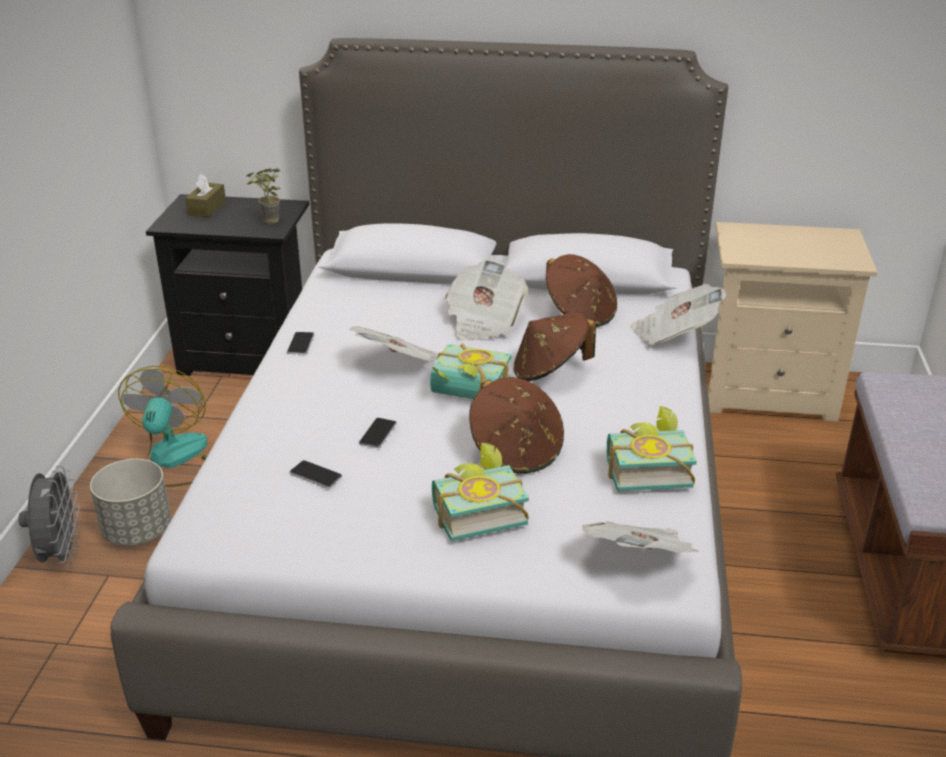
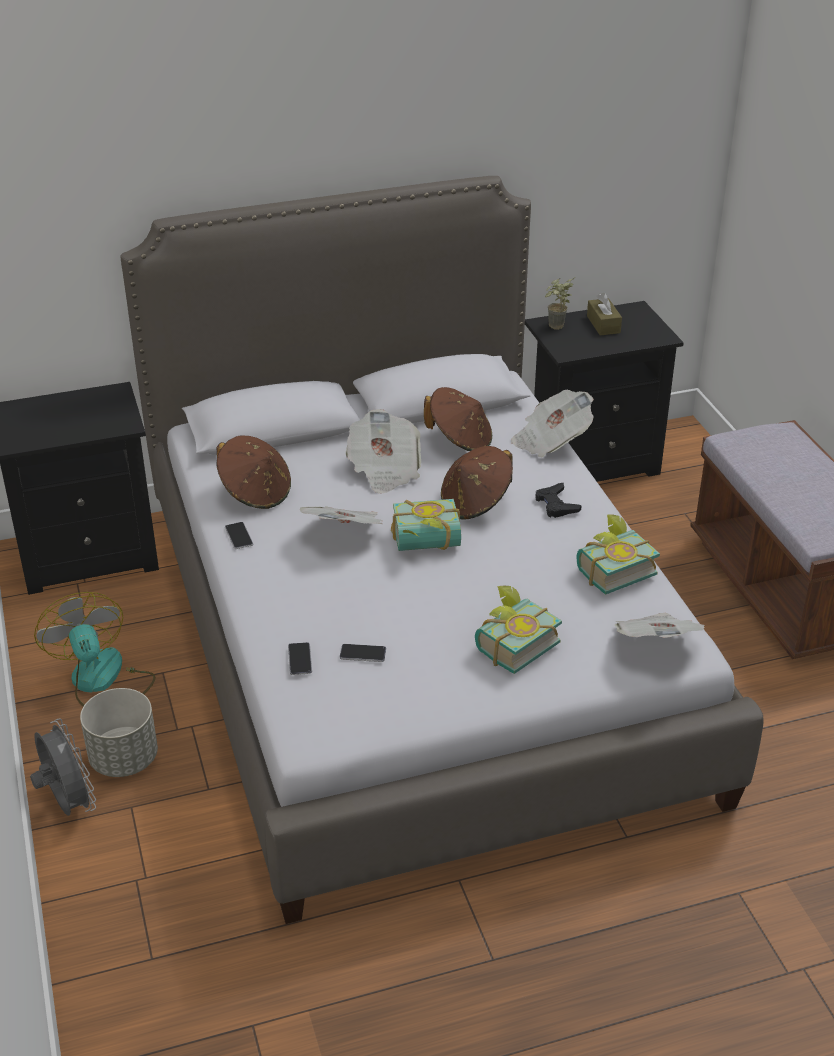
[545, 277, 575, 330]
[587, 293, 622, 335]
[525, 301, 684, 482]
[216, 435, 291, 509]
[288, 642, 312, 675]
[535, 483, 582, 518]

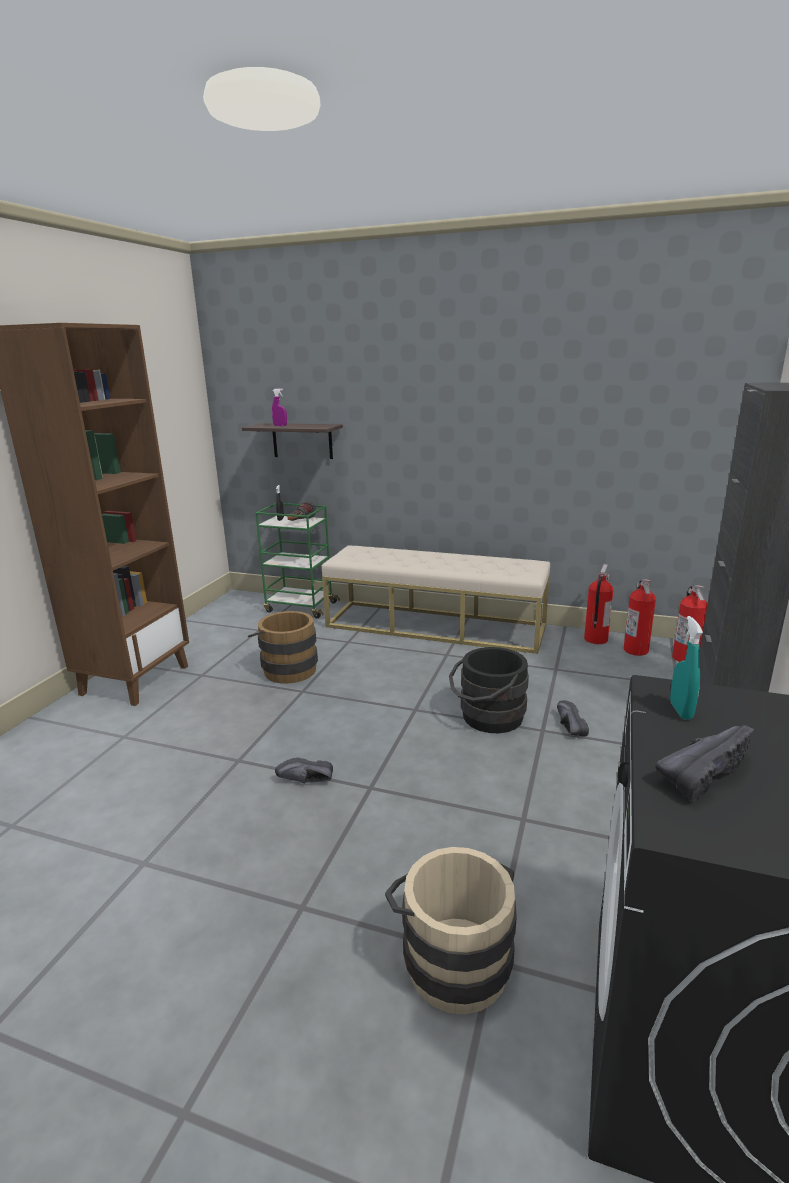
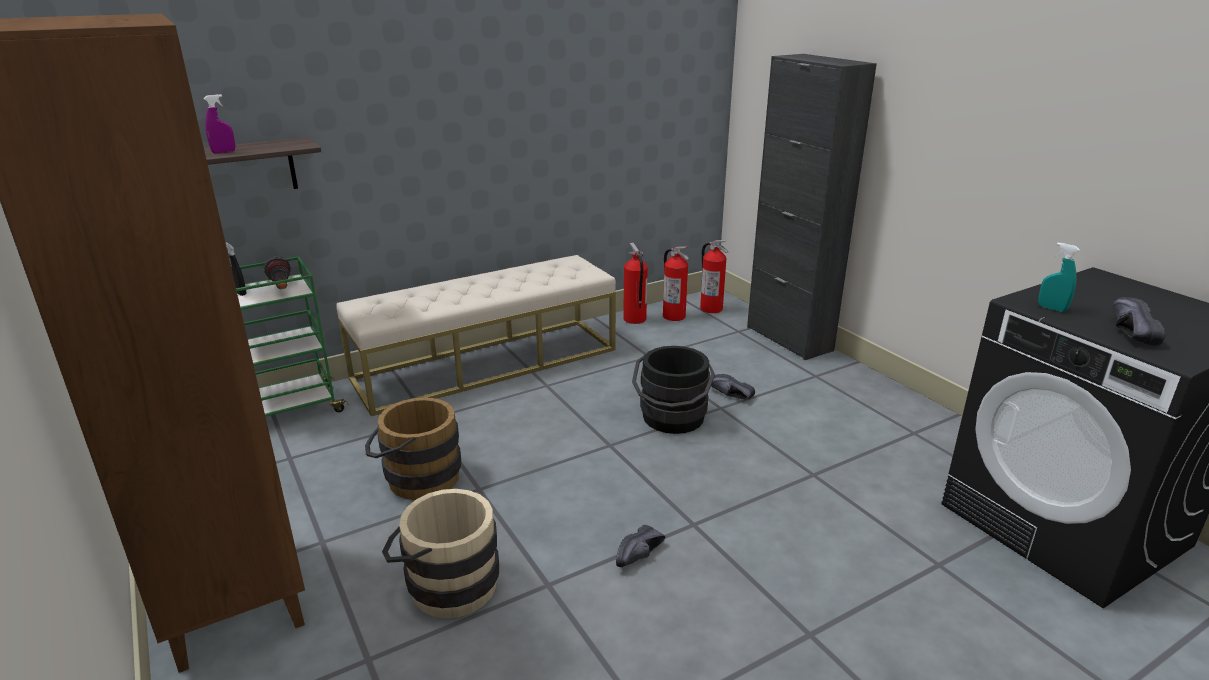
[382, 489, 499, 618]

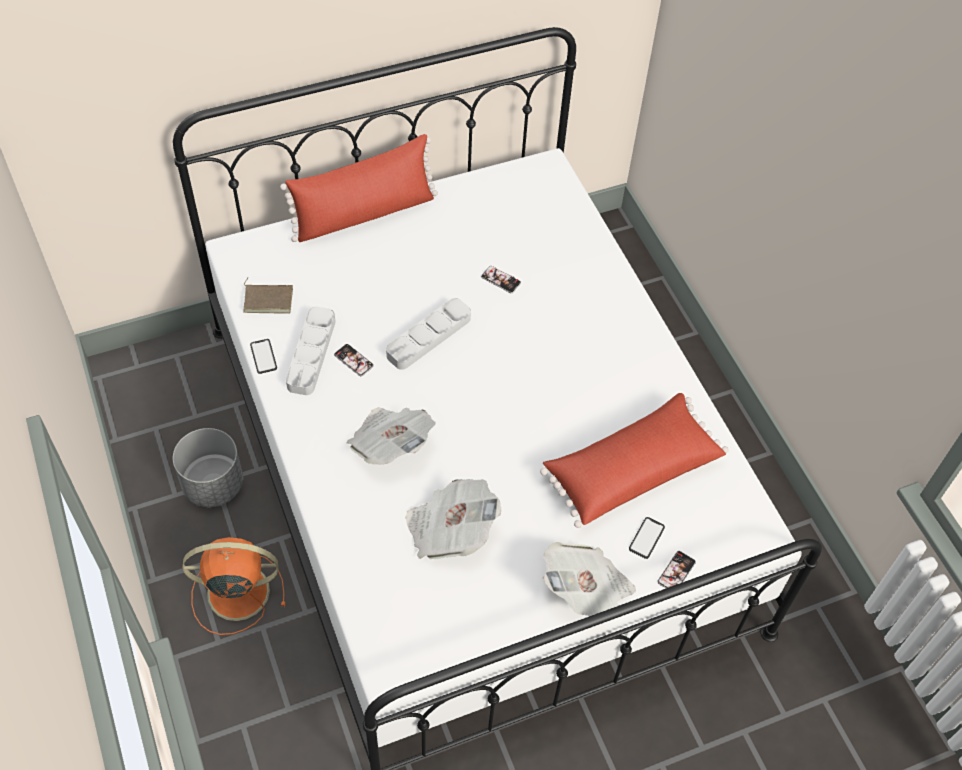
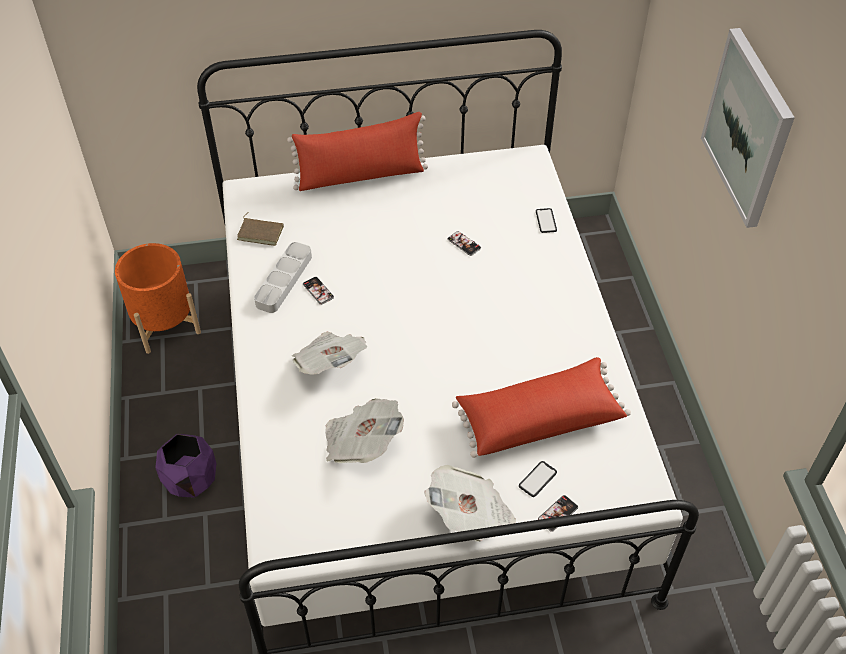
[386, 298, 471, 370] (first image)
[536, 208, 557, 233]
[173, 428, 243, 507] (first image)
[155, 434, 217, 498]
[701, 28, 795, 228]
[115, 243, 201, 354]

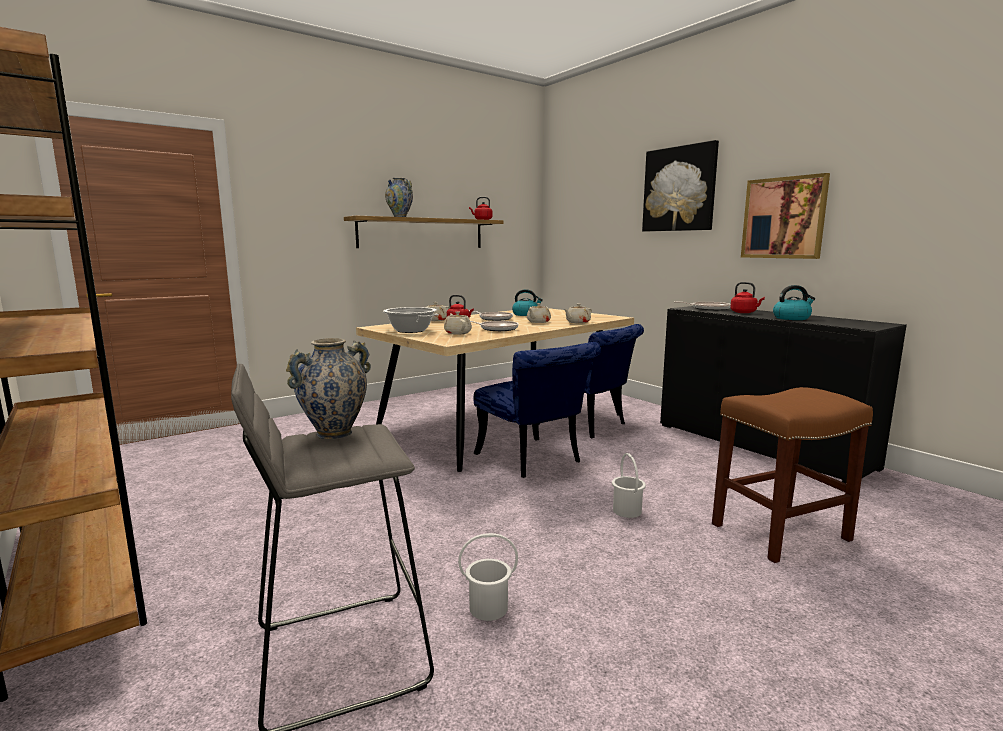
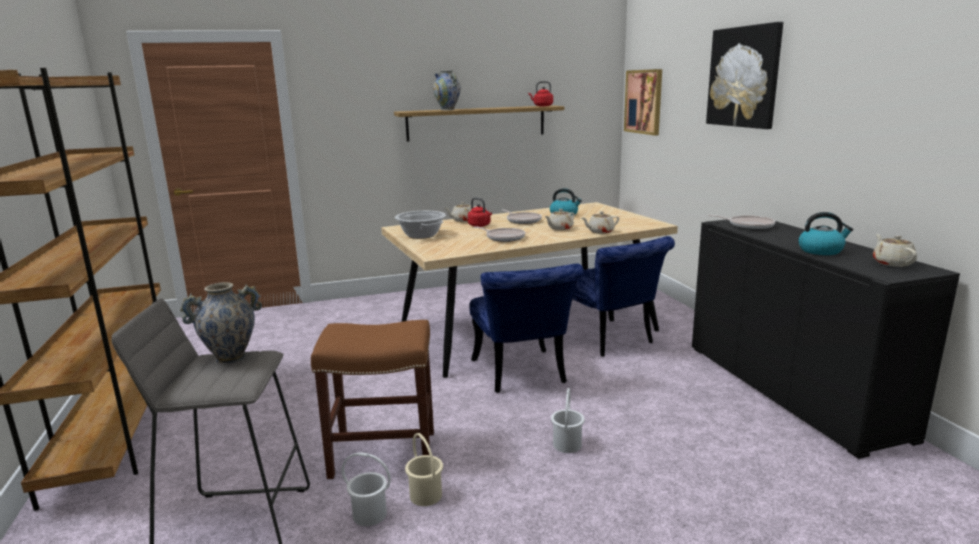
[624, 69, 662, 136]
[730, 282, 765, 313] (first image)
[873, 234, 917, 267]
[311, 320, 434, 479]
[405, 433, 443, 506]

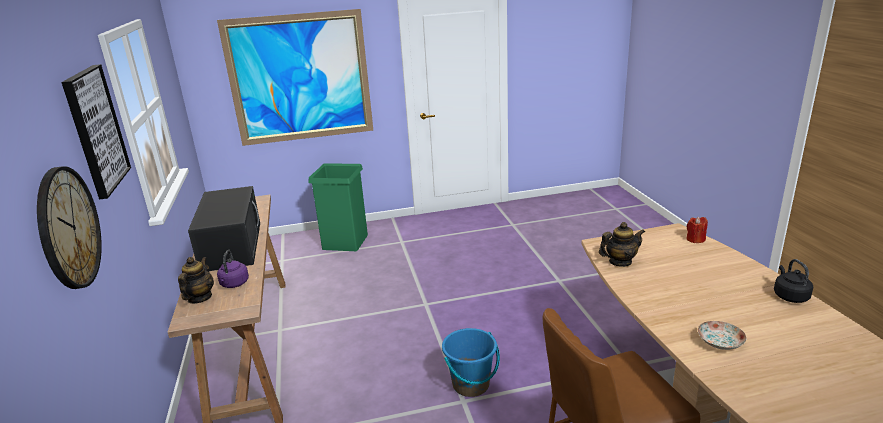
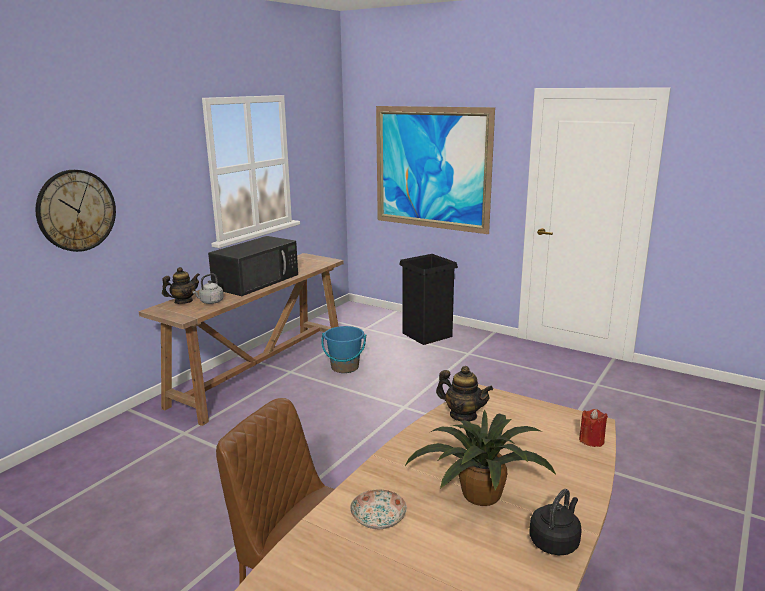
[61, 64, 131, 200] (first image)
[399, 254, 458, 345]
[192, 273, 224, 304]
[321, 326, 366, 373]
[404, 409, 556, 506]

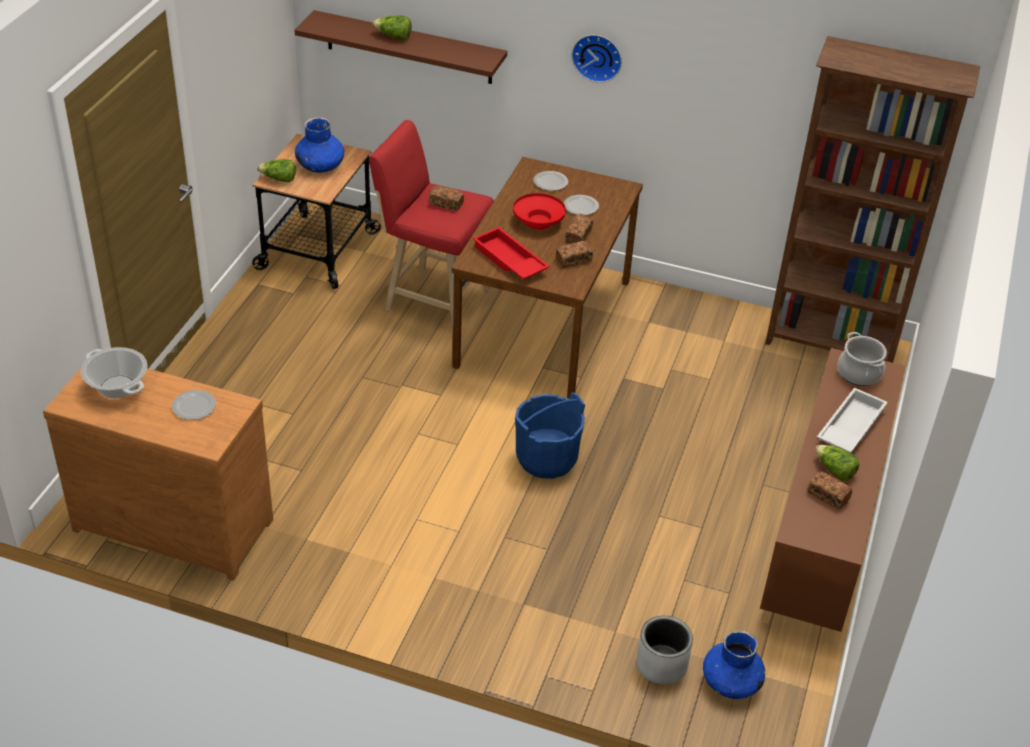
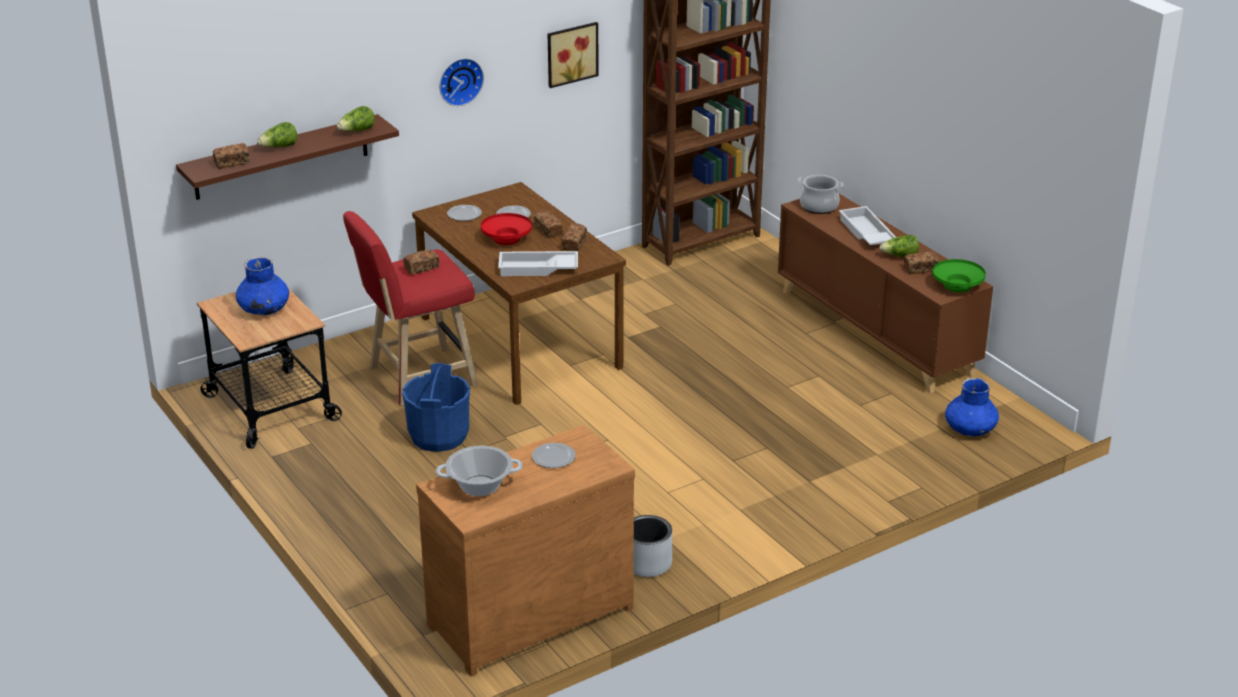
[337, 106, 375, 131]
[498, 251, 578, 276]
[402, 363, 470, 452]
[633, 515, 672, 577]
[548, 22, 599, 88]
[213, 143, 250, 169]
[933, 259, 986, 293]

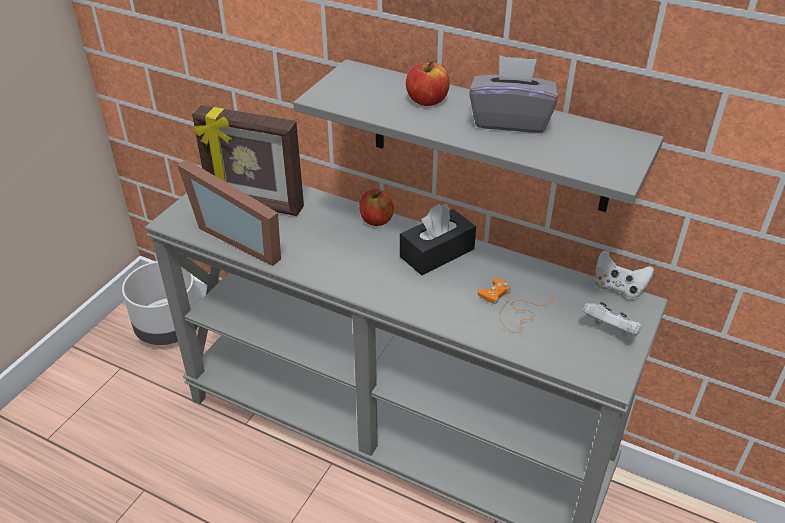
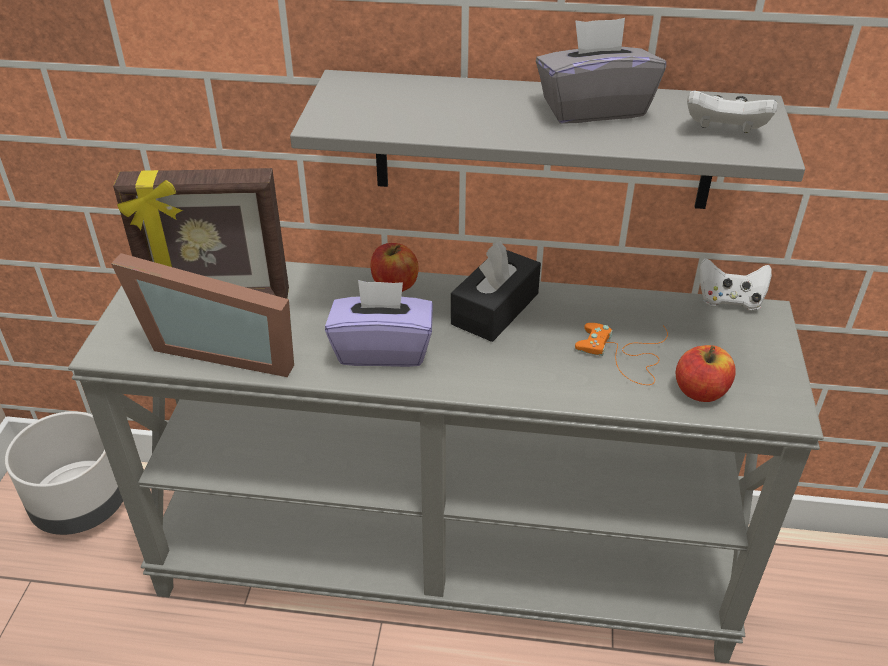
[675, 345, 736, 402]
[687, 90, 778, 133]
[325, 280, 433, 367]

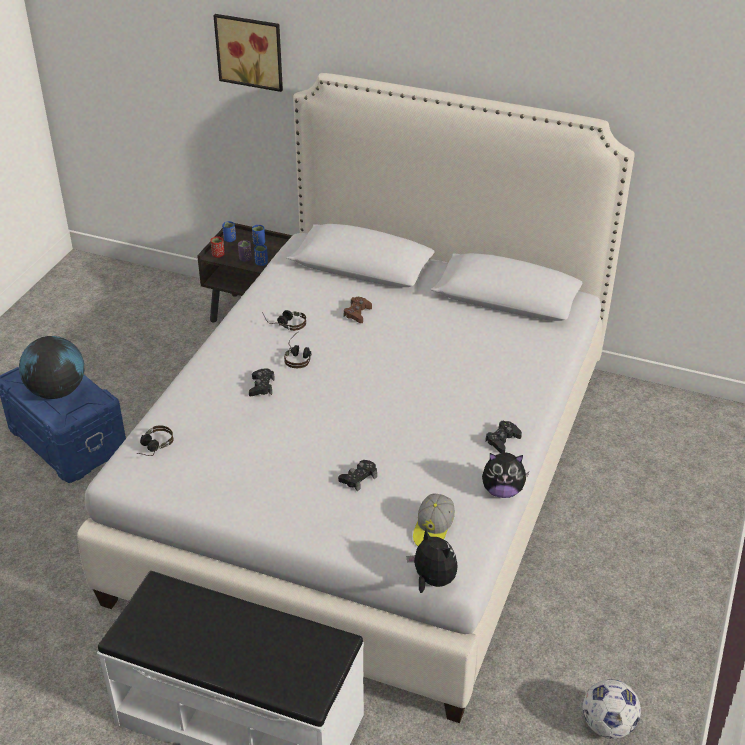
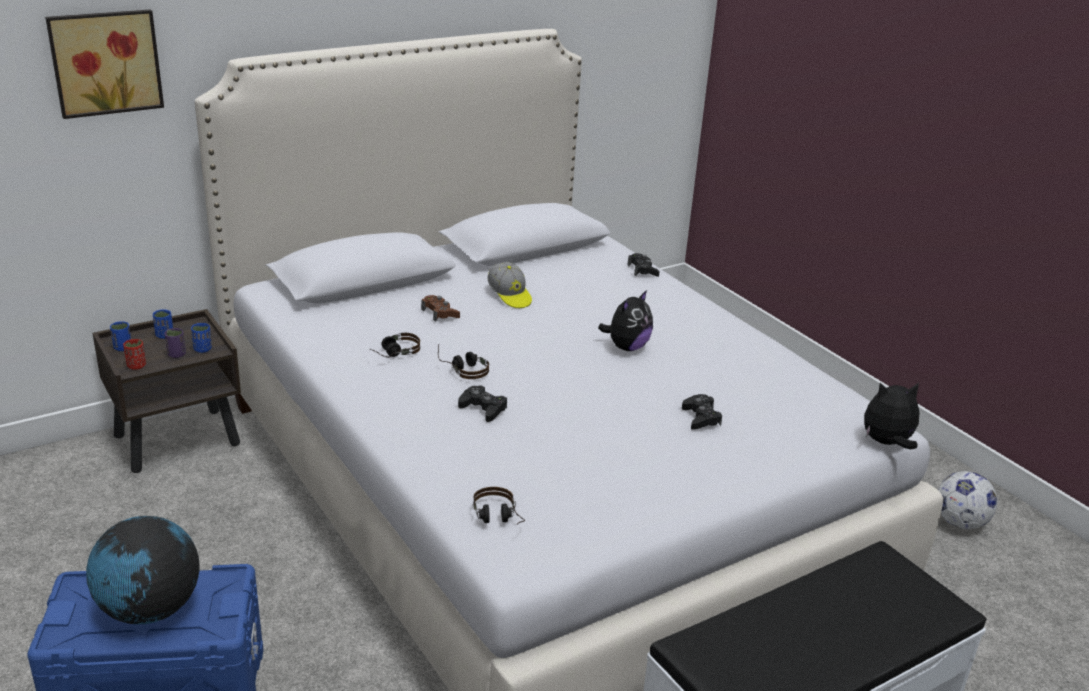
[628, 253, 660, 277]
[598, 290, 653, 351]
[487, 262, 532, 308]

